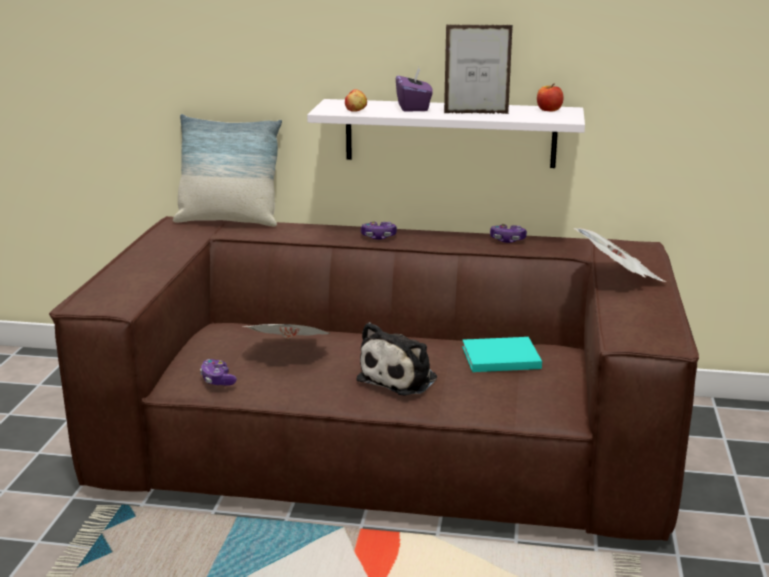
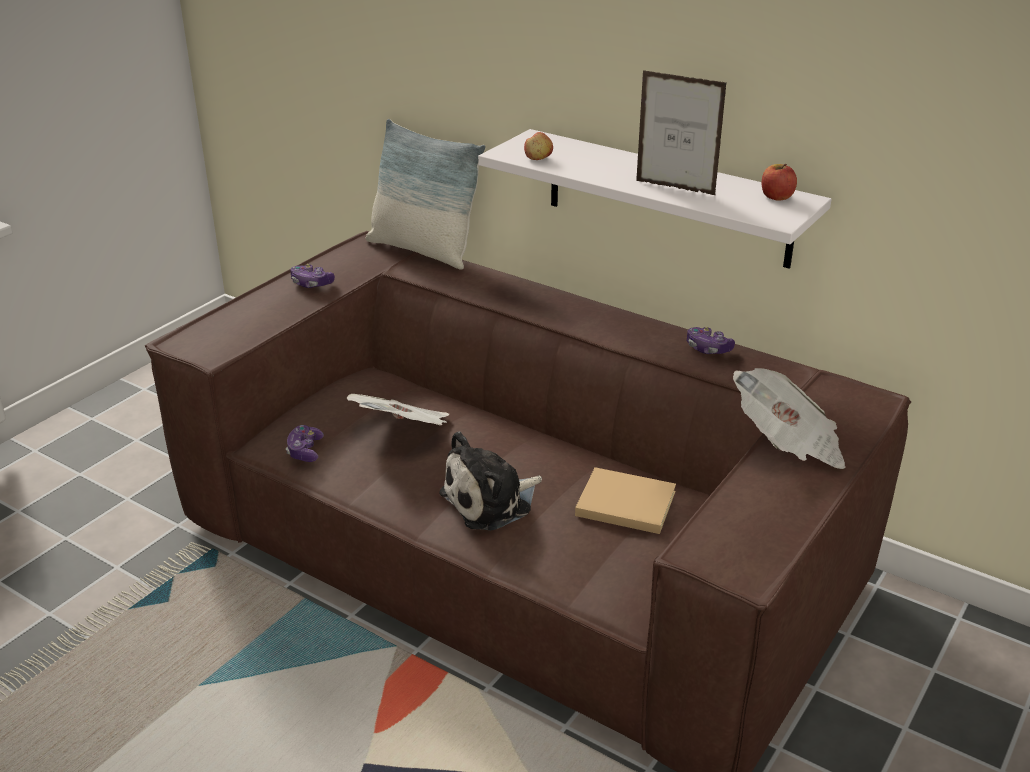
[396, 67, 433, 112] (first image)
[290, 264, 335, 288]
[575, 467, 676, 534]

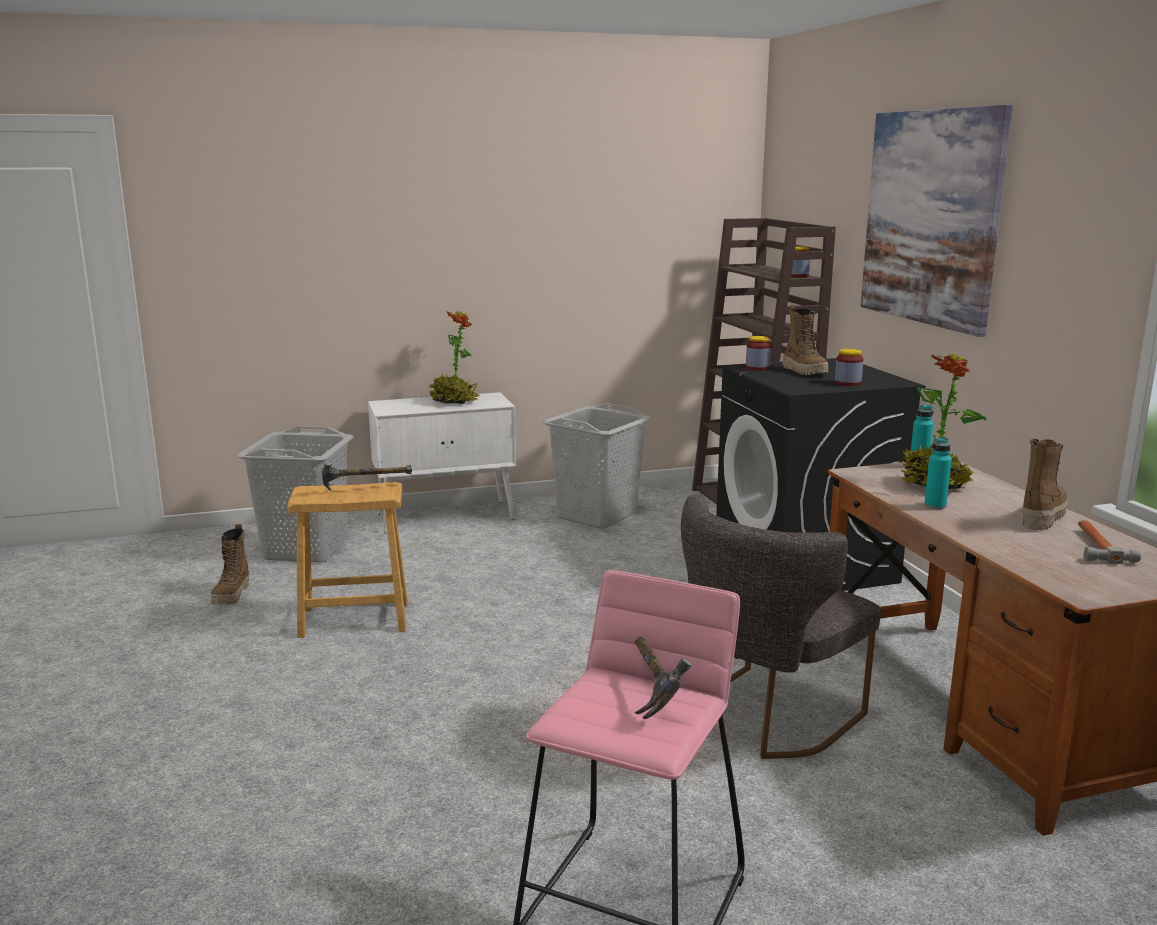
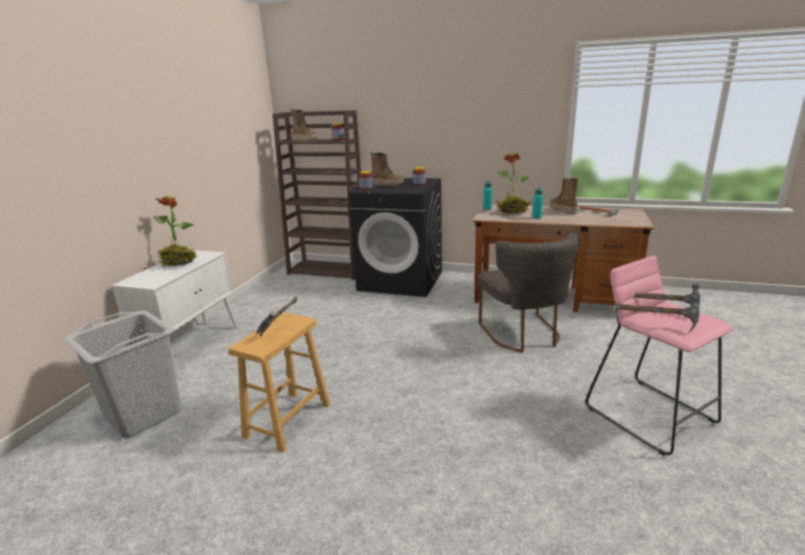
[861, 105, 1013, 337] (first image)
[542, 403, 652, 529] (first image)
[291, 109, 317, 141]
[615, 296, 699, 333]

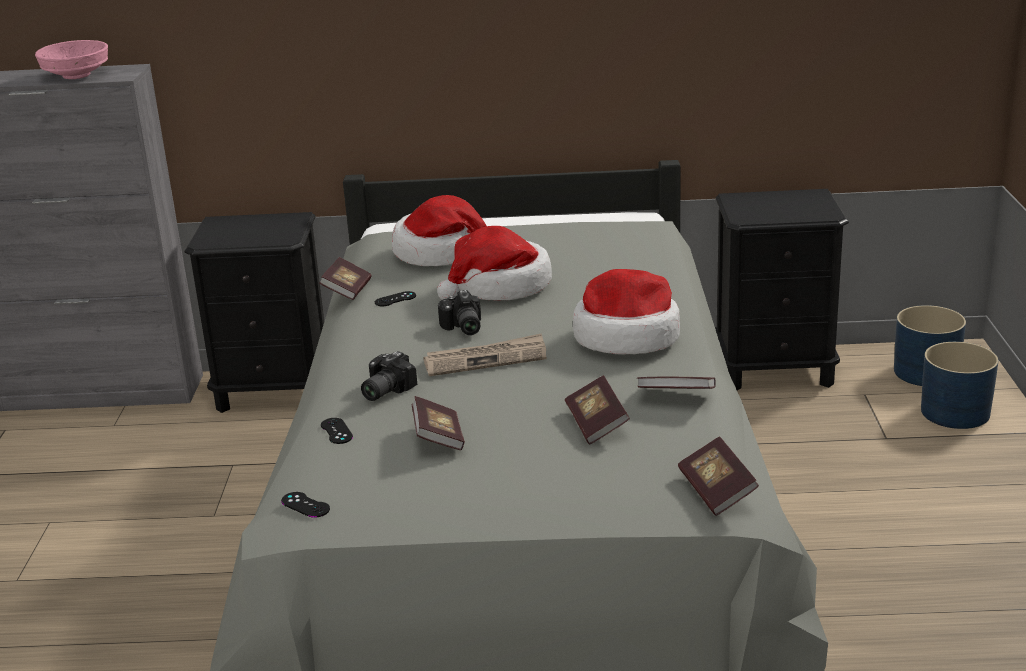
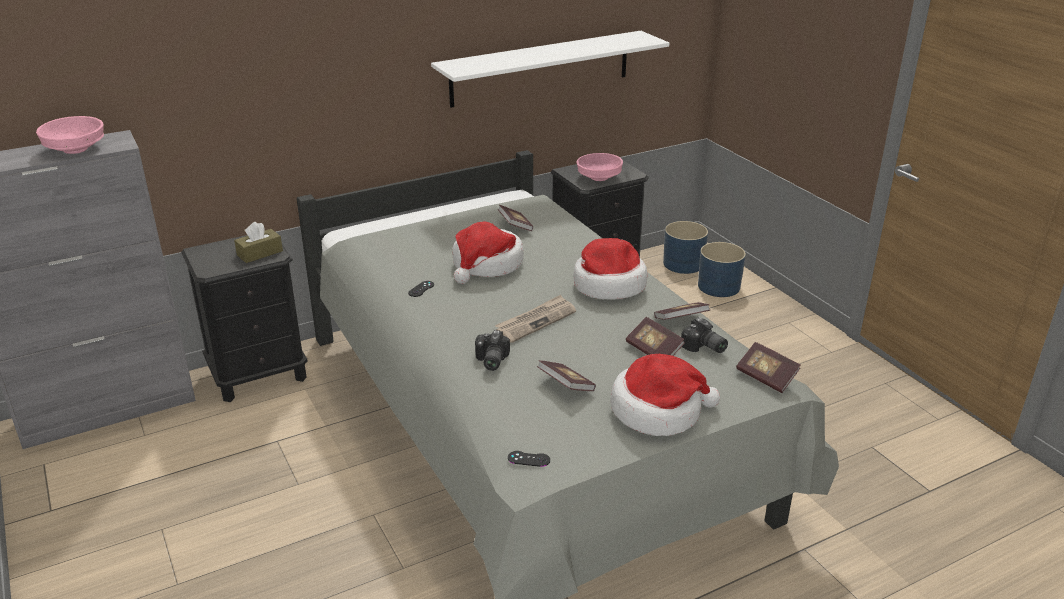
[610, 354, 720, 436]
[498, 205, 533, 231]
[681, 317, 728, 353]
[321, 418, 353, 444] (first image)
[431, 31, 669, 108]
[577, 153, 623, 181]
[234, 222, 283, 263]

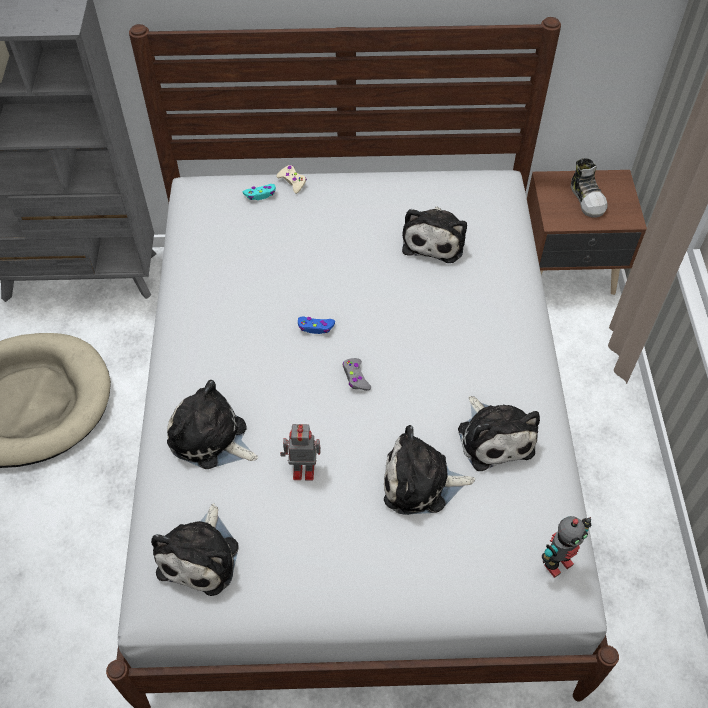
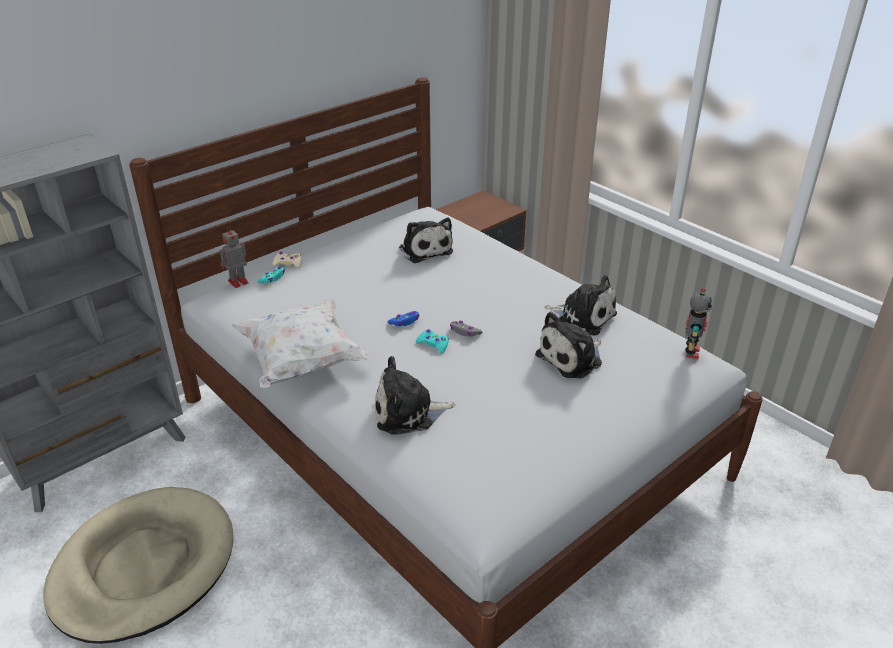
[571, 158, 608, 218] (first image)
[220, 226, 249, 288]
[151, 503, 239, 596] (first image)
[232, 299, 369, 388]
[416, 329, 449, 354]

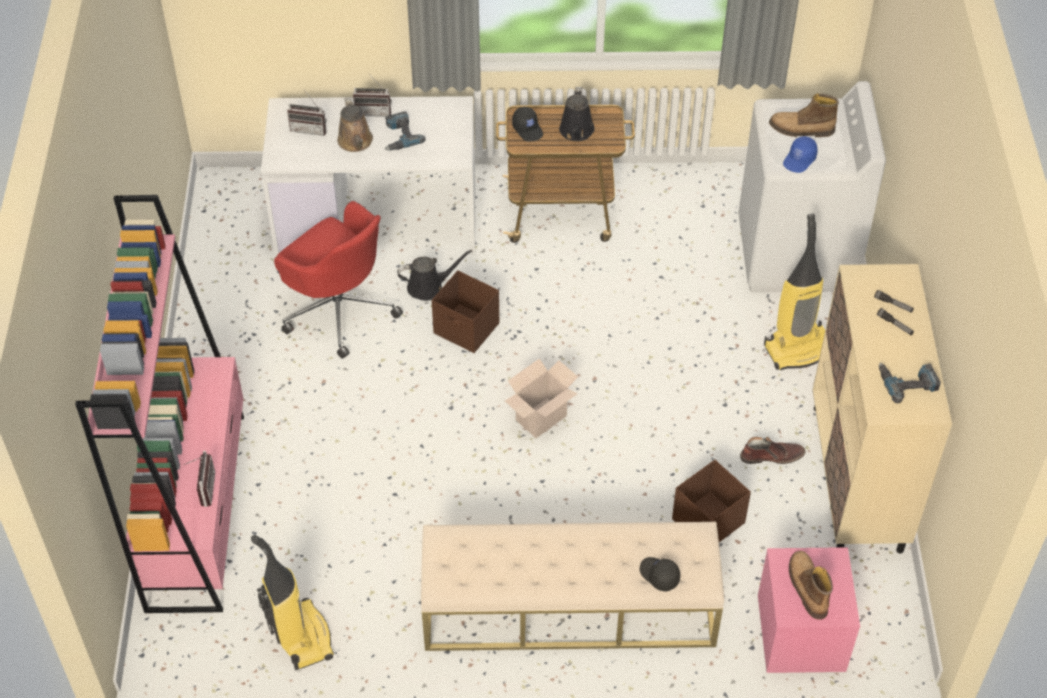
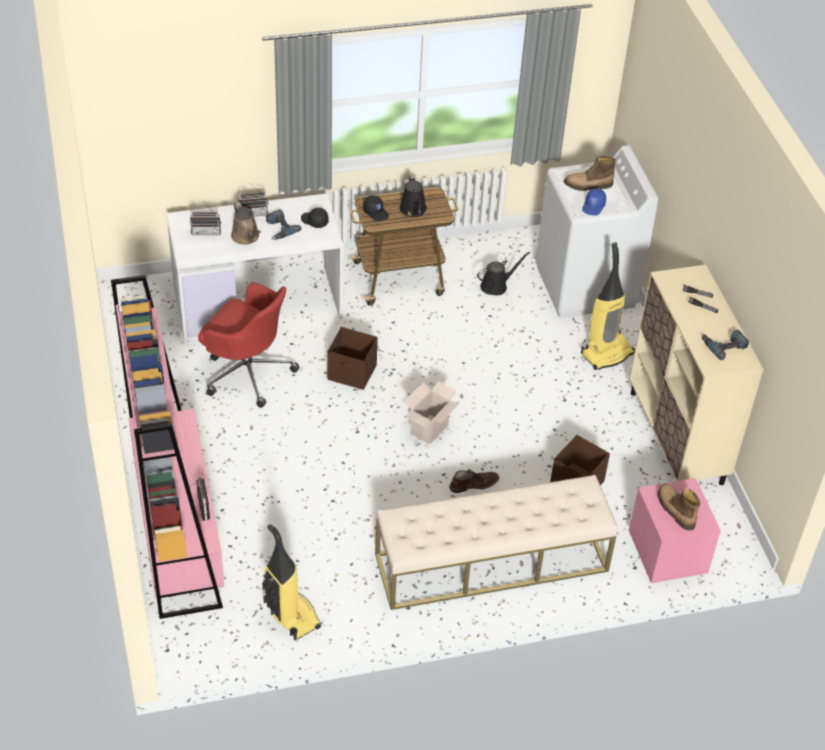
[477, 252, 530, 295]
[449, 469, 499, 493]
[301, 208, 329, 228]

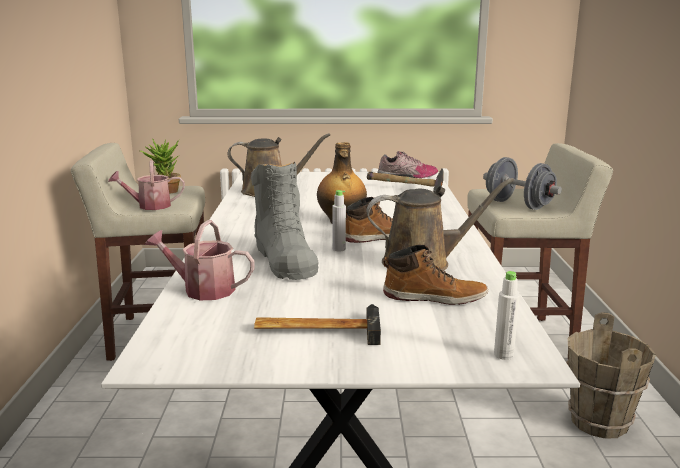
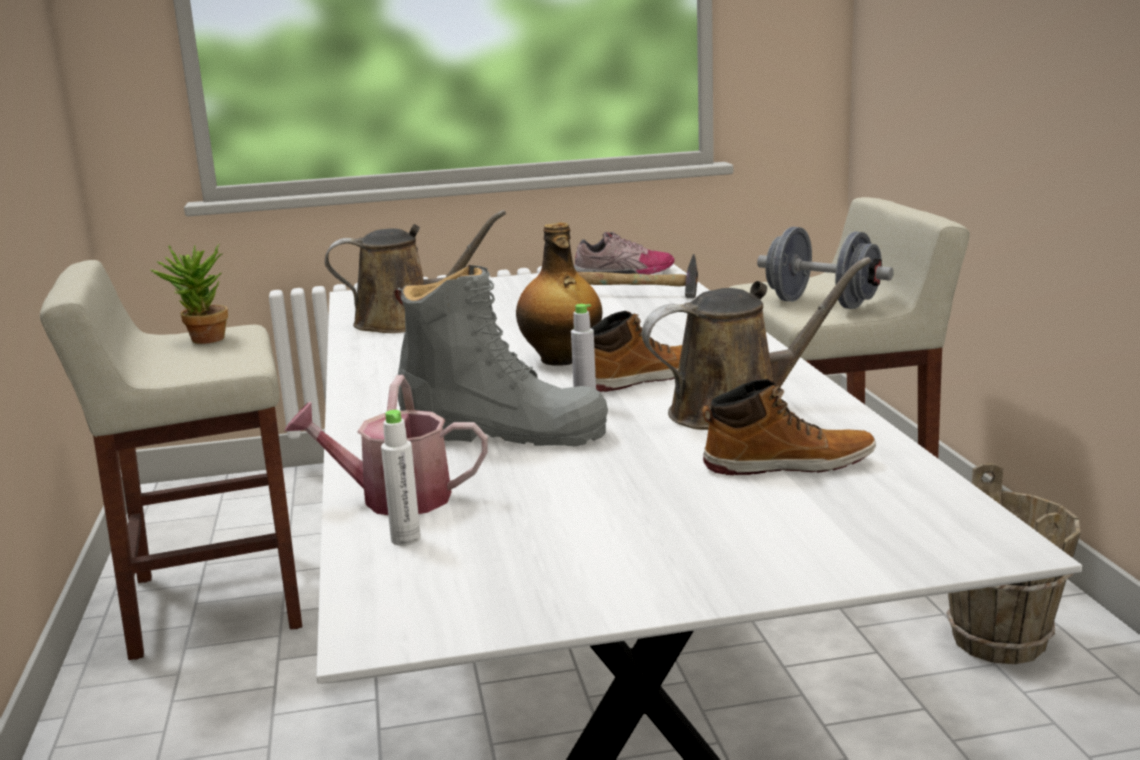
[108, 160, 185, 210] (first image)
[394, 265, 608, 447]
[381, 410, 421, 546]
[254, 304, 381, 345] (first image)

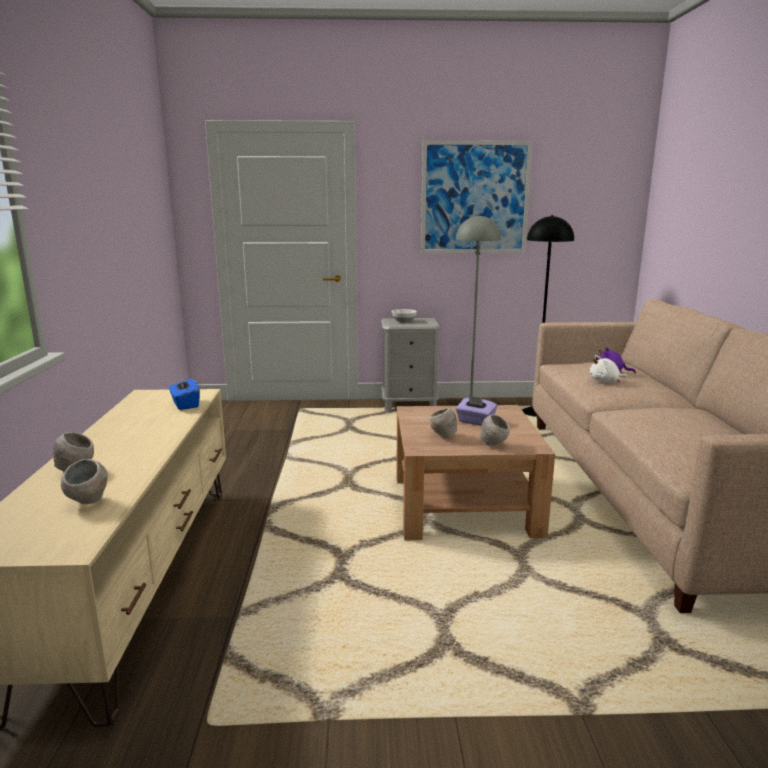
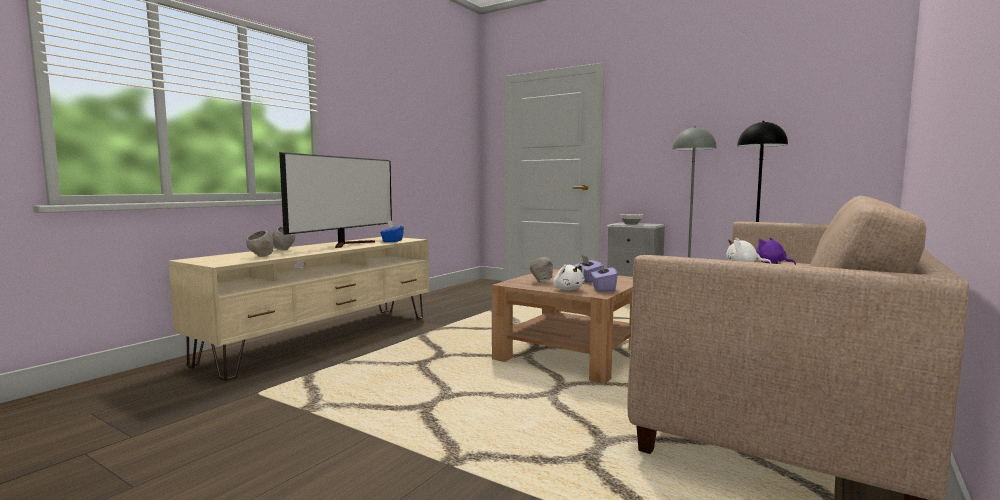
[421, 140, 533, 253] (first image)
[553, 264, 585, 290]
[279, 152, 392, 248]
[591, 265, 618, 292]

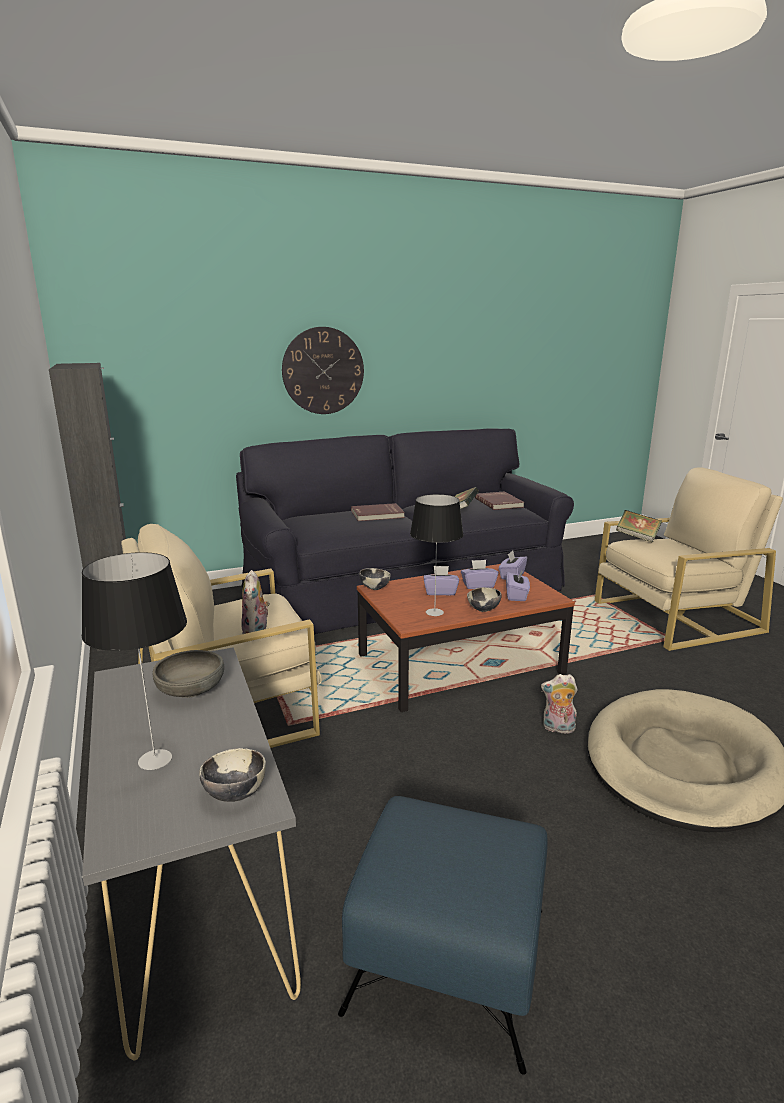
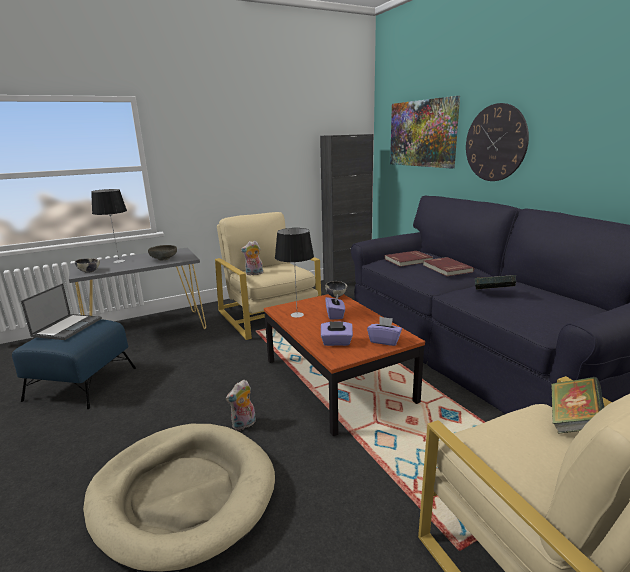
[384, 251, 433, 267]
[461, 560, 498, 589] (first image)
[467, 587, 502, 612] (first image)
[226, 380, 256, 431]
[390, 96, 460, 168]
[21, 283, 102, 340]

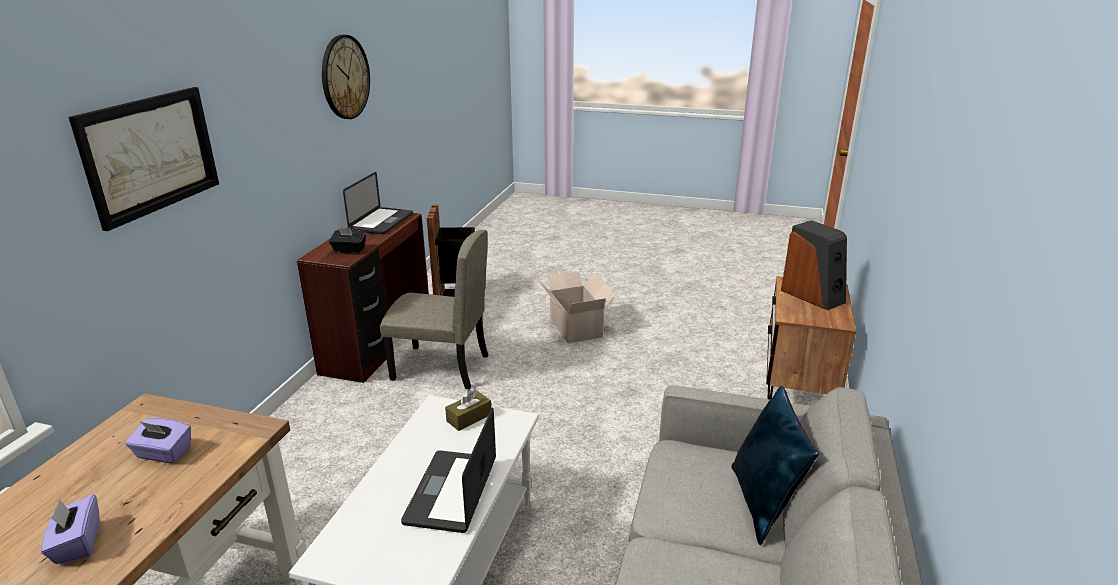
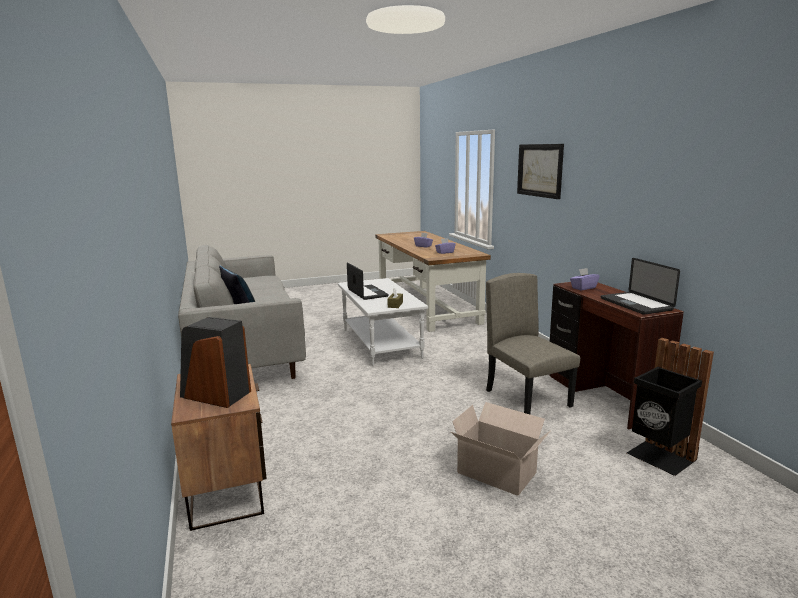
[322, 35, 370, 119] (first image)
[570, 268, 599, 290]
[486, 273, 580, 414]

